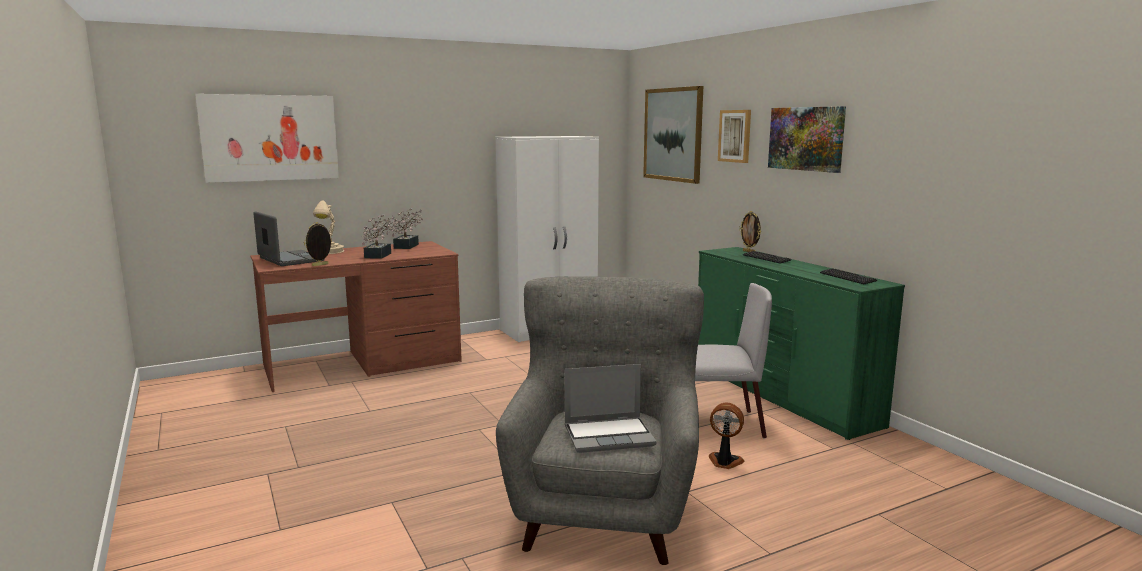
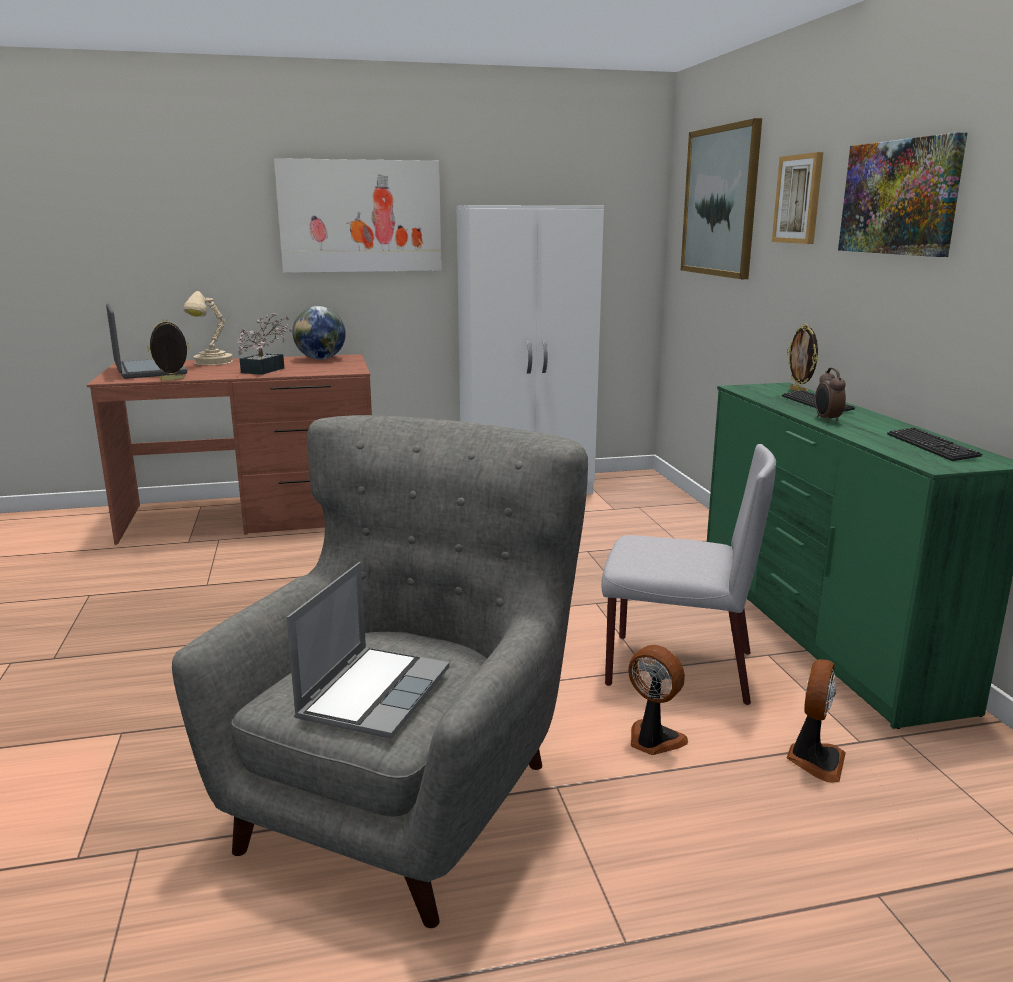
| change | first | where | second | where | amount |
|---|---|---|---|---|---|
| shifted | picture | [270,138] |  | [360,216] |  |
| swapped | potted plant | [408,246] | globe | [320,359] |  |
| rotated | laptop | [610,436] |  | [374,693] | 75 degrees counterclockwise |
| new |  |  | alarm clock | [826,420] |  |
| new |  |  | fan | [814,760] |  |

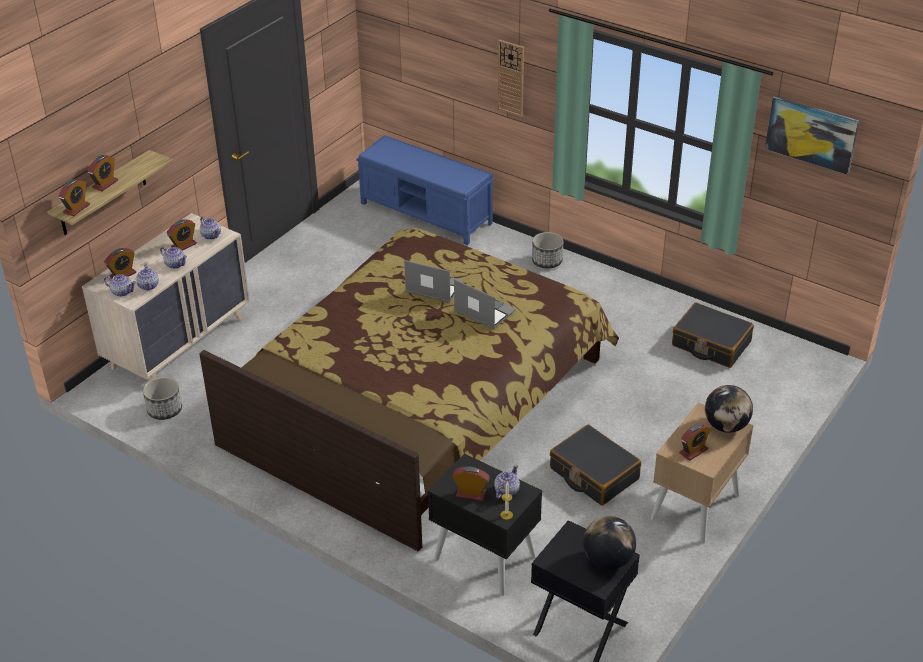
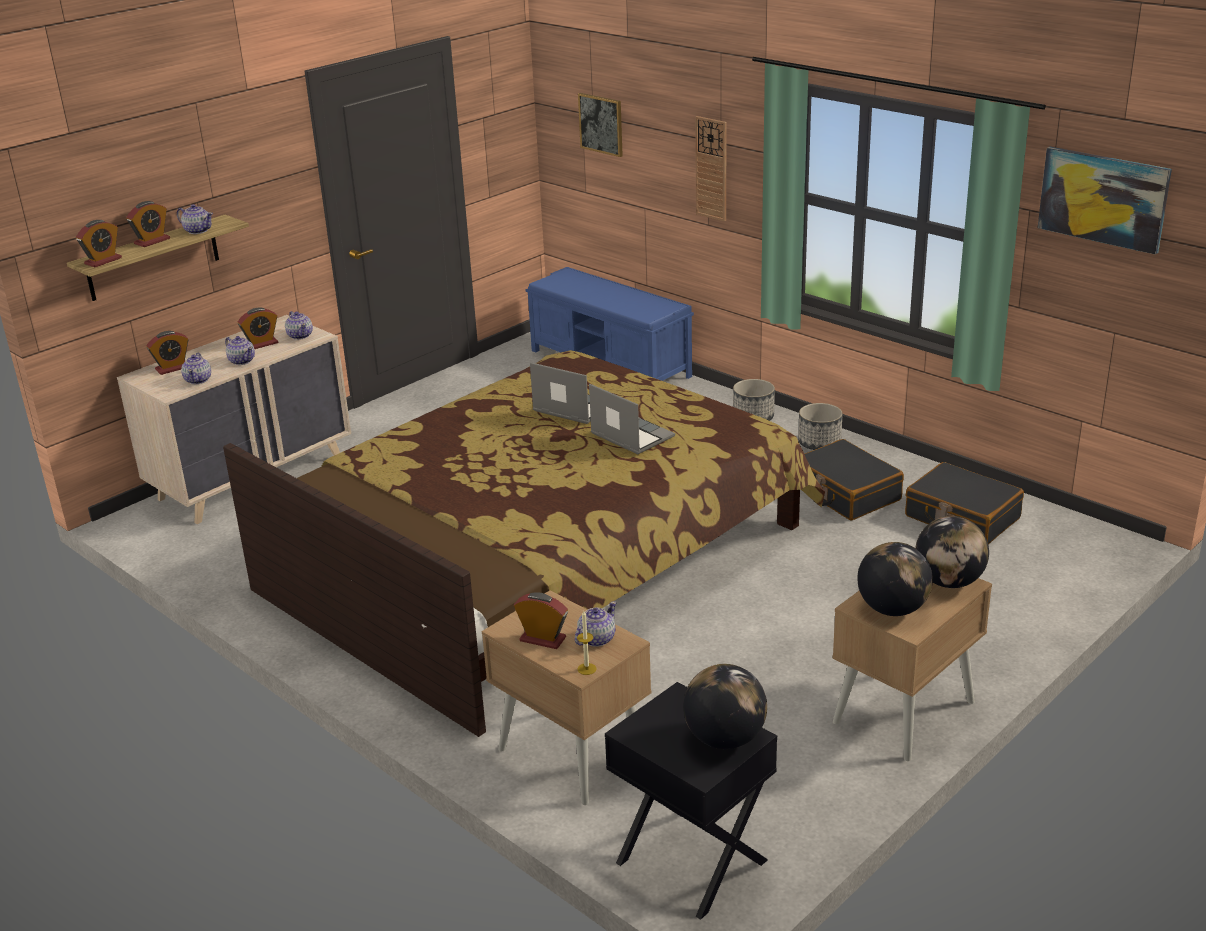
| change | first | where | second | where | amount |
|---|---|---|---|---|---|
| shifted | teapot | [122,292] |  | [198,230] |  |
| shifted | planter | [164,410] |  | [819,443] |  |
| swapped | alarm clock | [693,451] | globe | [892,609] |  |
| shifted | black suitcase | [593,474] |  | [845,493] |  |
| repainted | black nightstand | [484,558] | beige nightstand | [571,753] |  |
| new |  |  | picture | [601,124] |  |

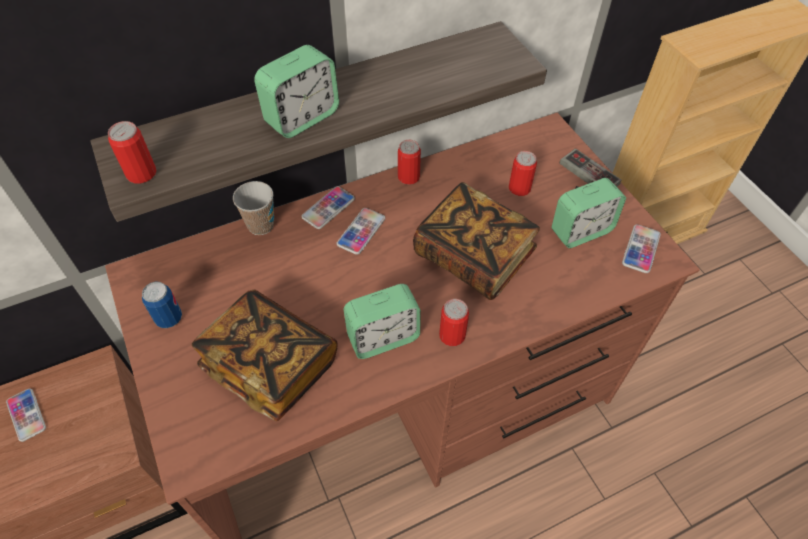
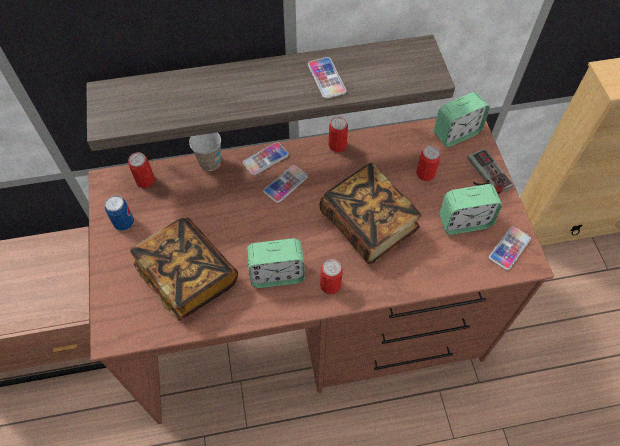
| change | first | where | second | where | amount |
|---|---|---|---|---|---|
| shifted | alarm clock | [302,118] |  | [456,133] |  |
| shifted | can | [141,173] |  | [145,180] |  |
| shifted | phone | [26,415] |  | [326,78] |  |

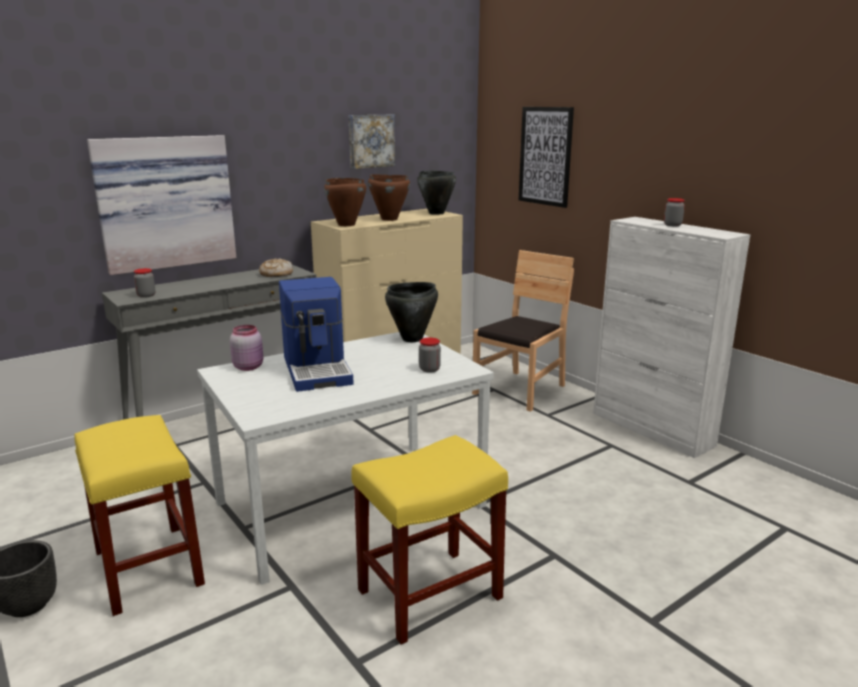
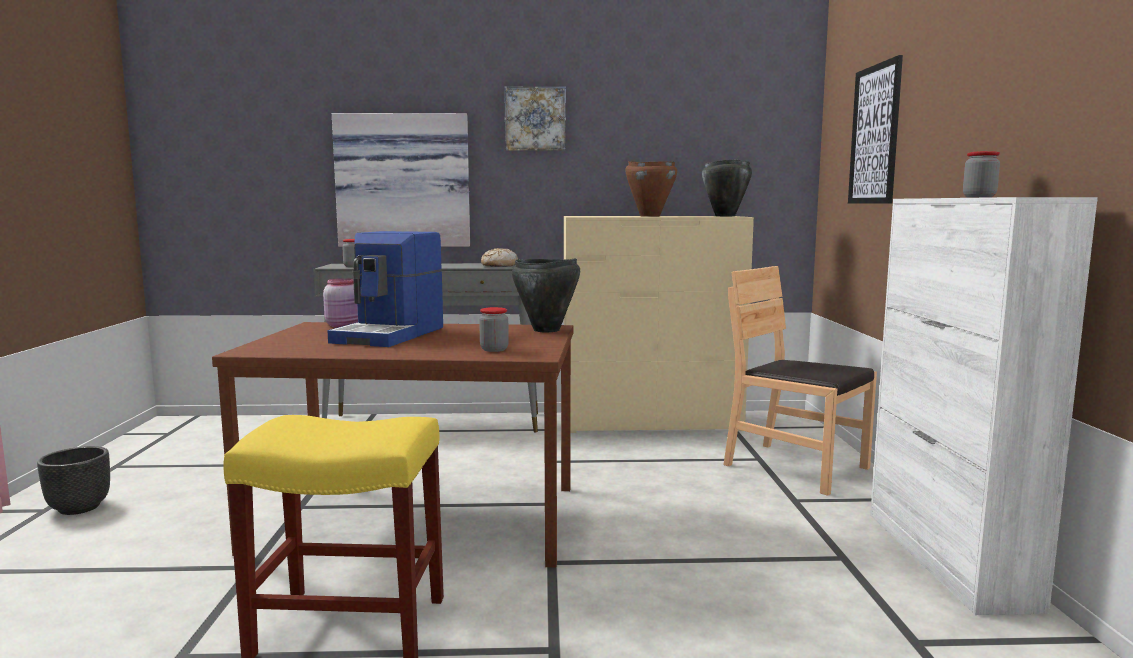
| change | first | where | second | where | amount |
|---|---|---|---|---|---|
| shifted | picture | [370,141] |  | [535,119] |  |
| gone | brown cooking pot | [346,225] |  |  |  |
| rotated | brown chair | [520,390] |  | [795,467] | 120 degrees counterclockwise |
| repainted | white dining table | [351,503] | brown dining table | [421,517] |  |
| gone | yellow stool | [147,566] |  |  |  |

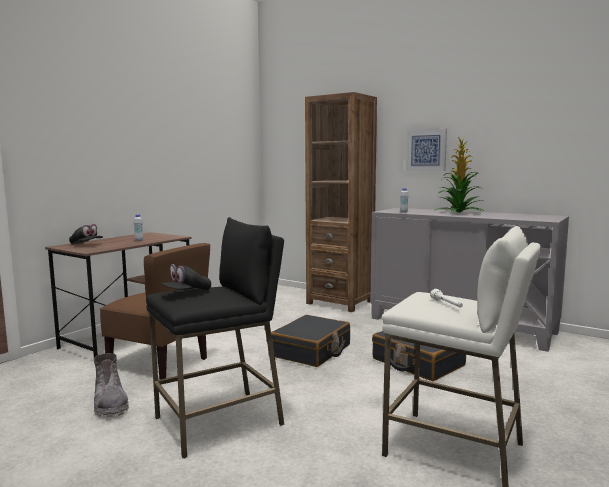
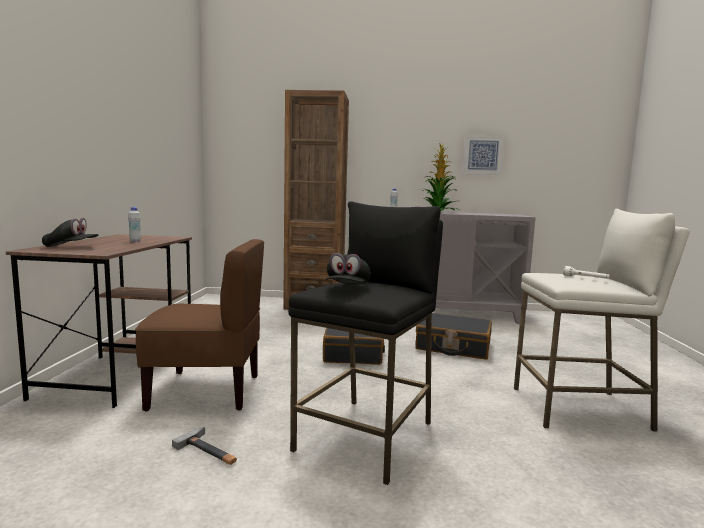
| change | first | where | second | where | amount |
|---|---|---|---|---|---|
| shifted | picture | [426,150] |  | [482,155] |  |
| swapped | grey boot | [110,404] | hammer | [210,451] |  |

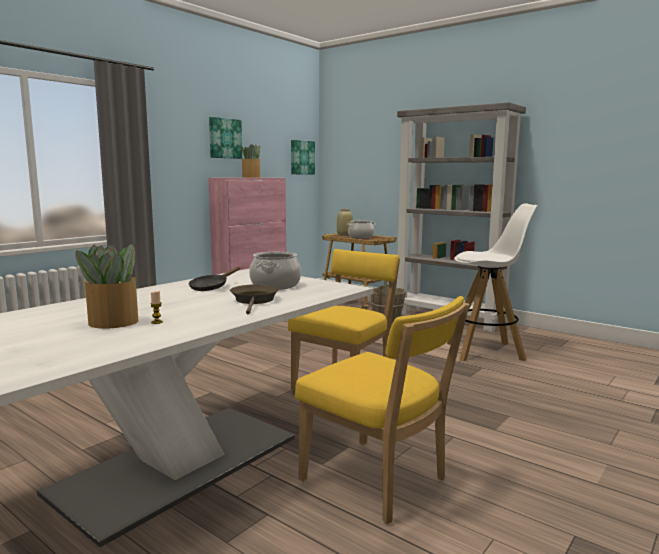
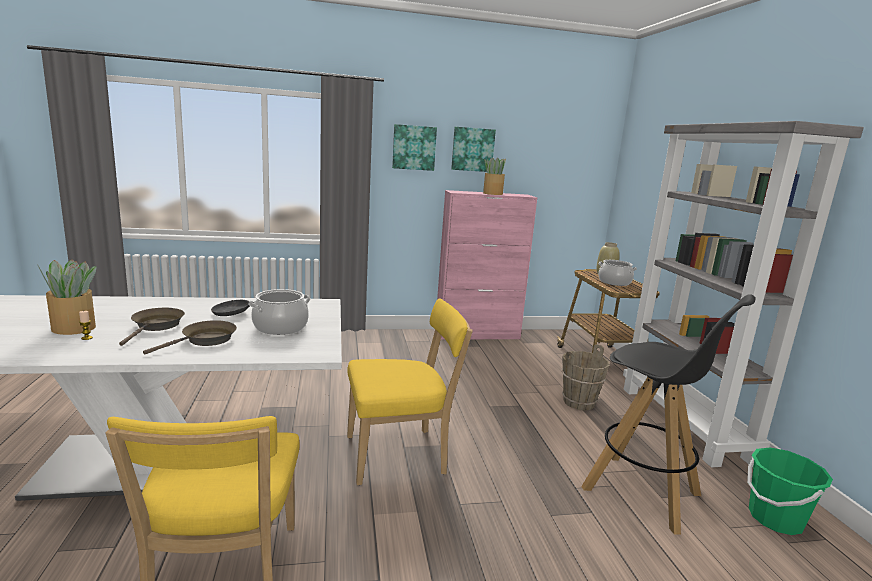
| change | first | where | second | where | amount |
|---|---|---|---|---|---|
| shifted | picture | [301,157] |  | [414,147] |  |
| repainted | white stool | [486,351] | black stool | [643,492] |  |
| new |  |  | brown frying pan | [156,326] |  |
| new |  |  | green bucket | [775,519] |  |

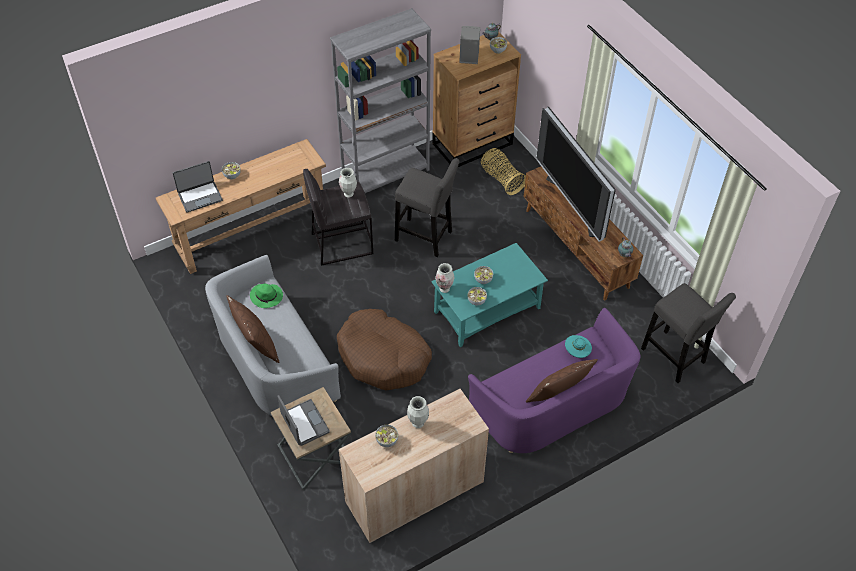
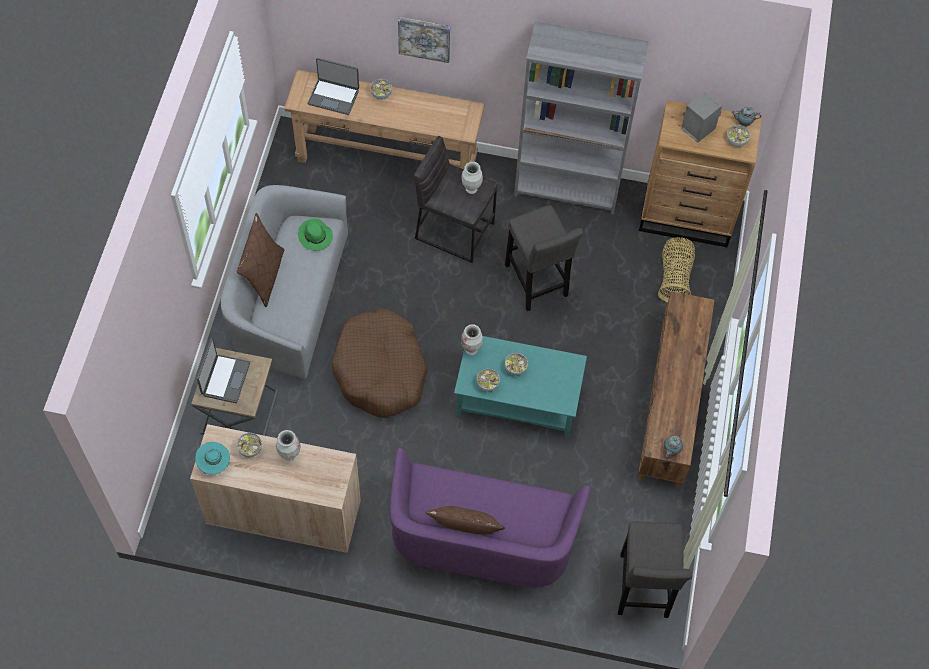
| change | first | where | second | where | amount |
|---|---|---|---|---|---|
| gone | television | [574,205] |  |  |  |
| shifted | turquoise hat | [577,352] |  | [214,463] |  |
| new |  |  | picture | [424,38] |  |

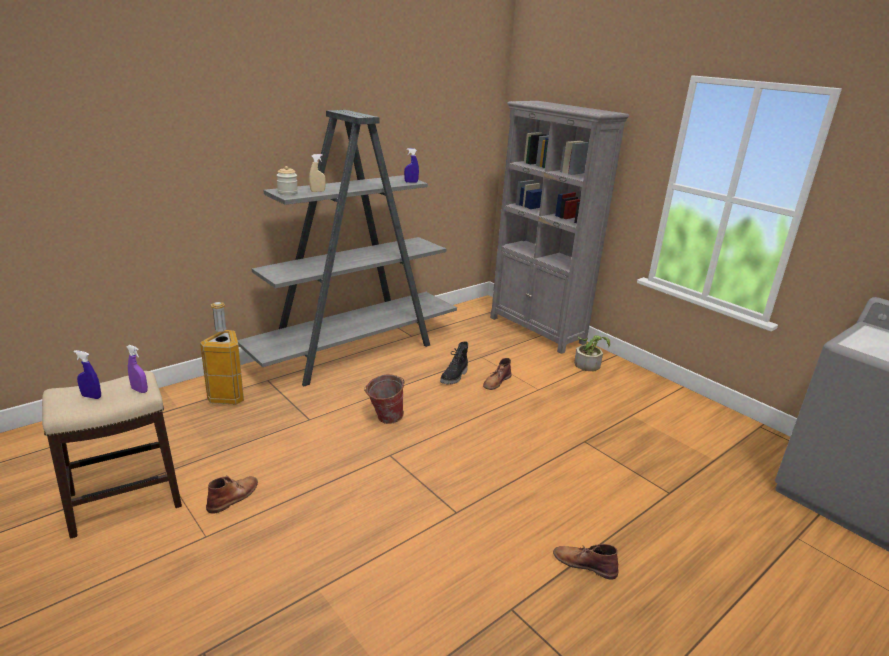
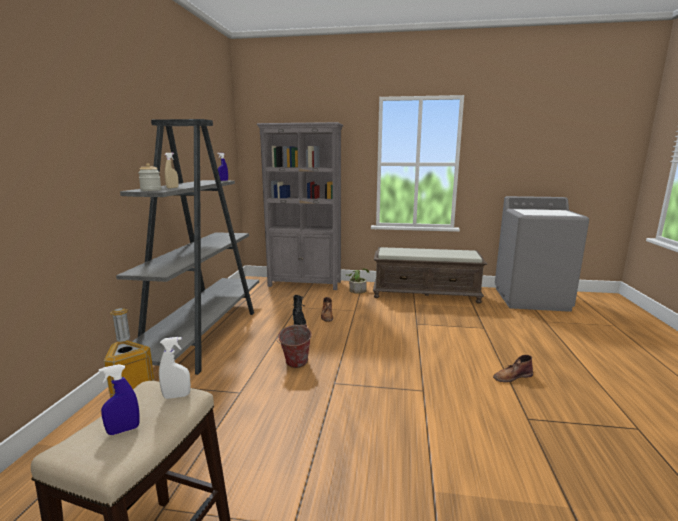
| change | first | where | second | where | amount |
|---|---|---|---|---|---|
| repainted | purple spray bottle | [139,390] | white spray bottle | [177,396] |  |
| gone | brown boot | [234,496] |  |  |  |
| new |  |  | brown bench | [426,294] |  |

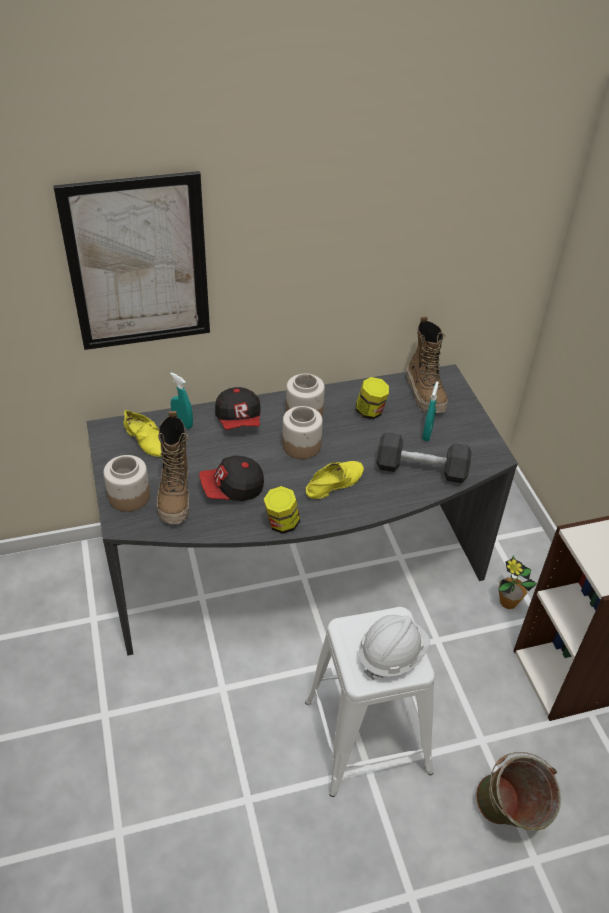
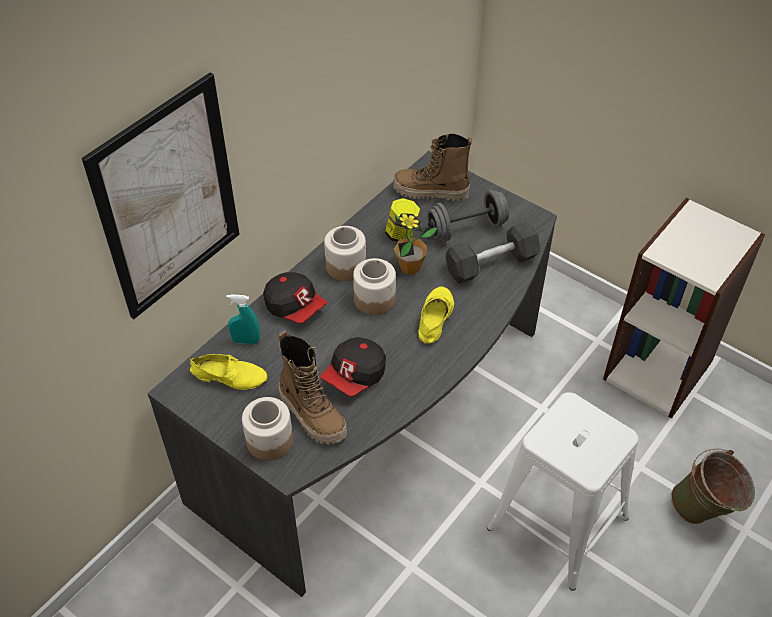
| change | first | where | second | where | amount |
|---|---|---|---|---|---|
| rotated | boot | [425,394] |  | [431,192] | 150 degrees clockwise |
| swapped | turquoise spray bottle | [427,434] | grey dumbbell | [466,229] |  |
| gone | jar | [282,524] |  |  |  |
| shifted | potted plant | [508,602] |  | [410,267] |  |
| gone | white hard hat | [391,655] |  |  |  |

